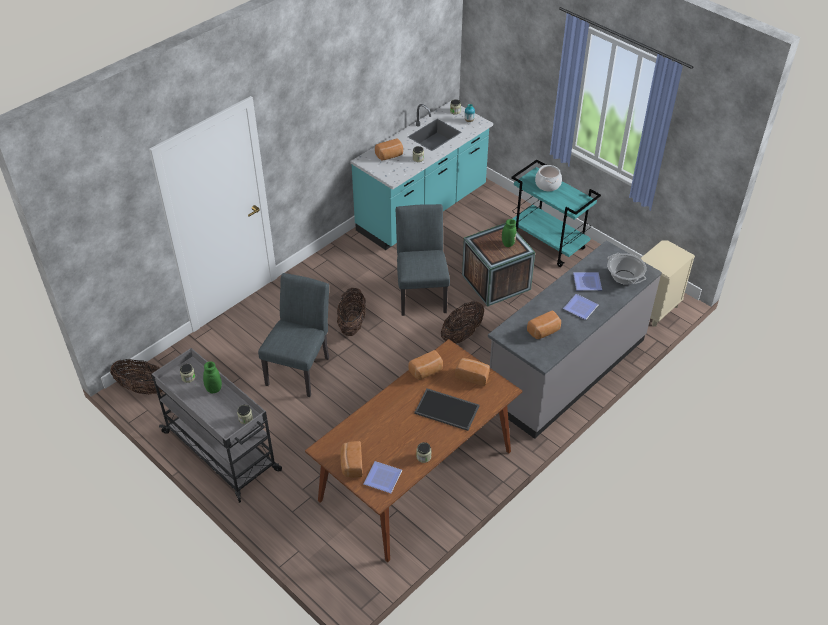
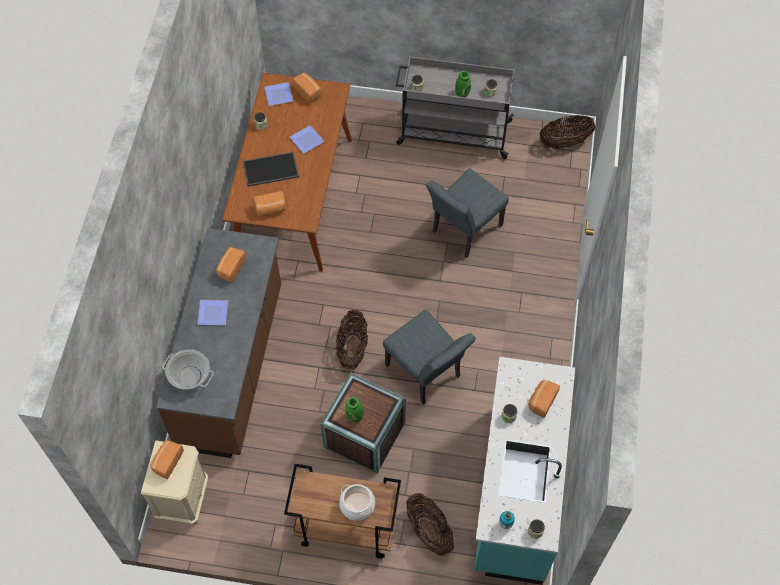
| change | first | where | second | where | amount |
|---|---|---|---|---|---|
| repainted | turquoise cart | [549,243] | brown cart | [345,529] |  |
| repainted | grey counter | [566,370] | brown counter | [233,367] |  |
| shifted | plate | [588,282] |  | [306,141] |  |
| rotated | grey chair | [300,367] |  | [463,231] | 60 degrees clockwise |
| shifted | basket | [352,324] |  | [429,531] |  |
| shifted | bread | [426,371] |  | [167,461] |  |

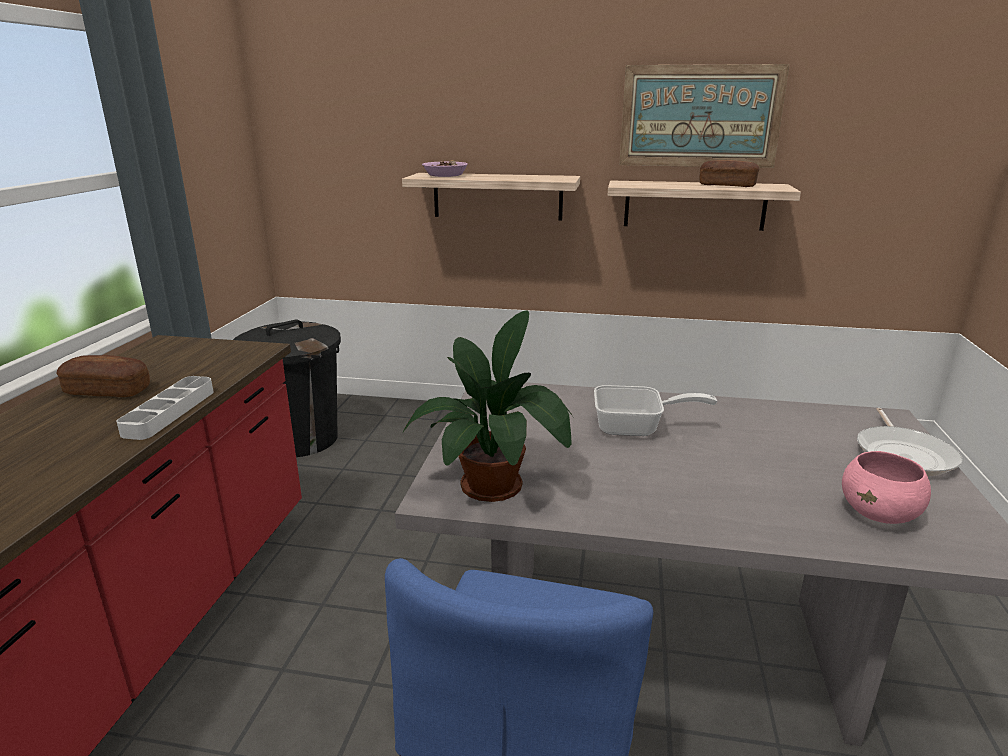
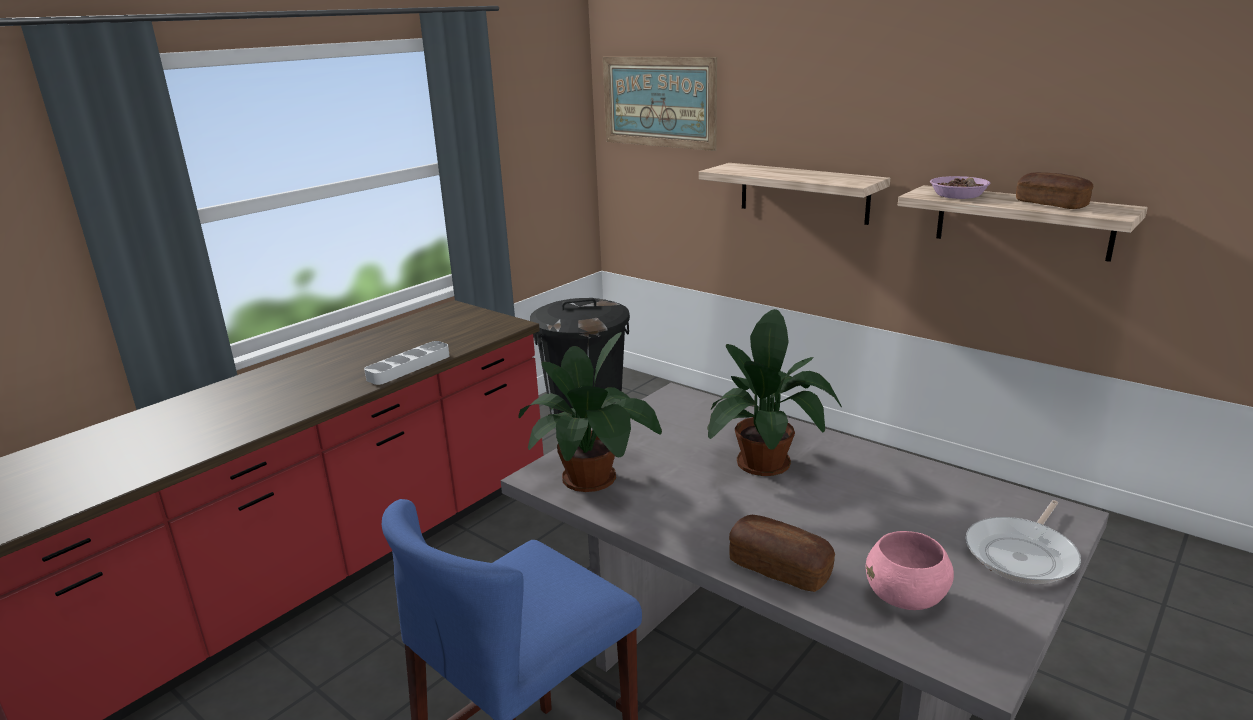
| change | first | where | second | where | amount |
|---|---|---|---|---|---|
| shifted | picture | [700,116] |  | [659,102] |  |
| shifted | bowl | [445,175] |  | [958,195] |  |
| shifted | bread | [108,391] |  | [779,568] |  |
| swapped | frying pan | [636,428] | potted plant | [767,460] |  |

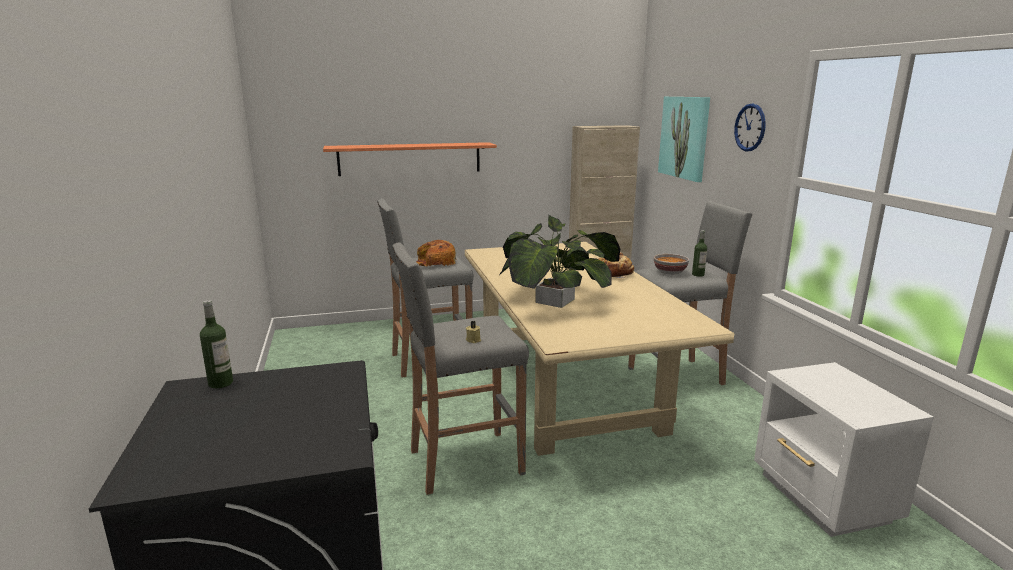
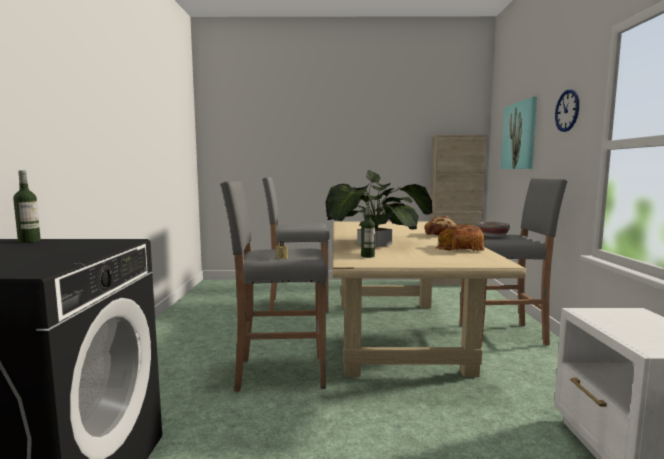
| change | first | where | second | where | amount |
|---|---|---|---|---|---|
| gone | shelf | [410,158] |  |  |  |
| shifted | bottle | [698,274] |  | [367,256] |  |
| shifted | bread | [434,263] |  | [458,249] |  |

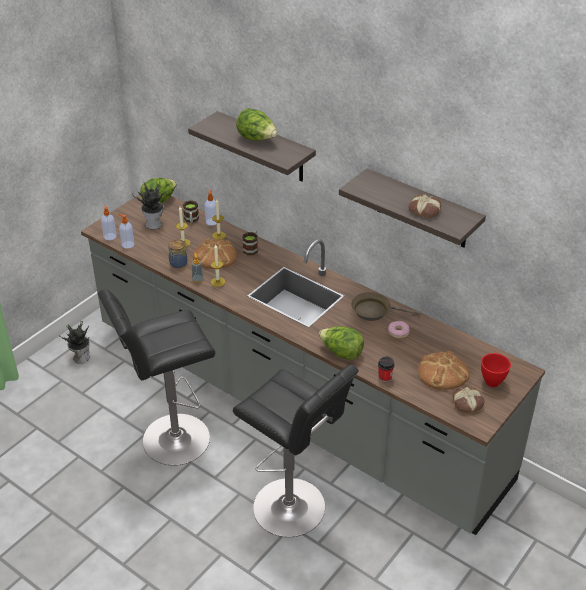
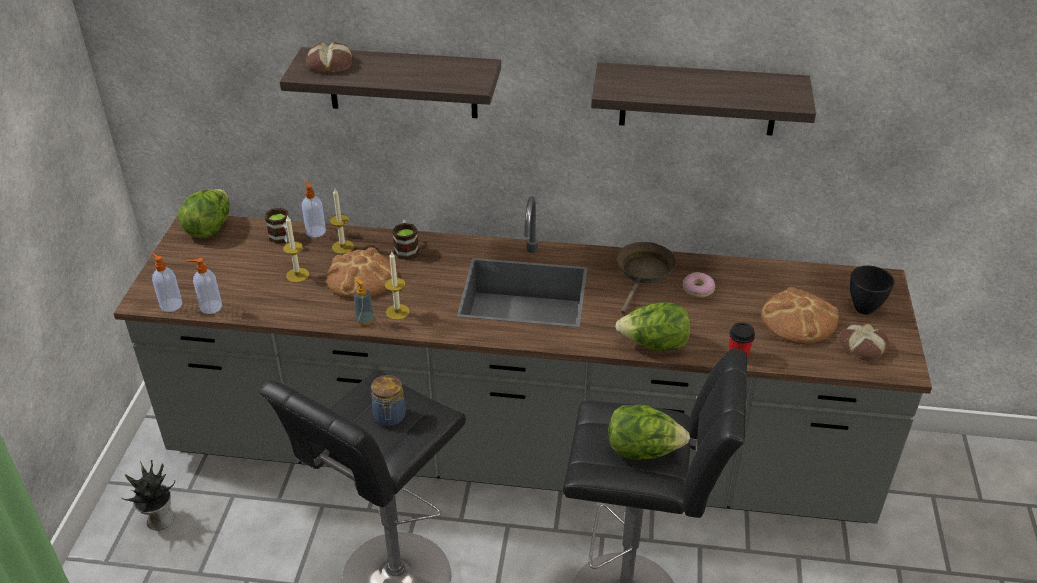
| change | first | where | second | where | amount |
|---|---|---|---|---|---|
| shifted | lettuce | [257,139] |  | [643,450] |  |
| gone | potted plant | [154,224] |  |  |  |
| shifted | bread | [425,209] |  | [330,63] |  |
| shifted | jar | [178,264] |  | [389,417] |  |
| rotated | brown frying pan | [374,311] |  | [644,273] | 135 degrees clockwise |
| repainted | red bowl | [491,382] | black bowl | [863,308] |  |

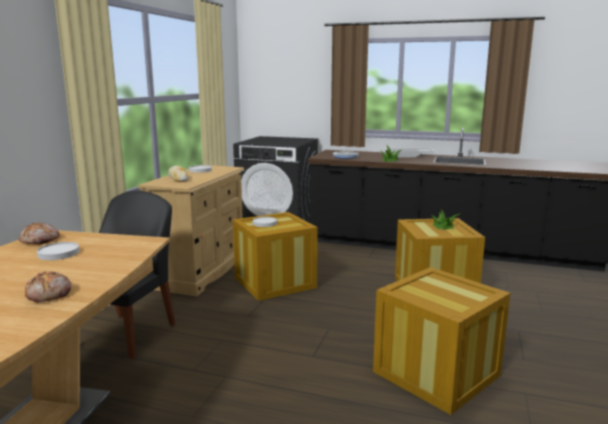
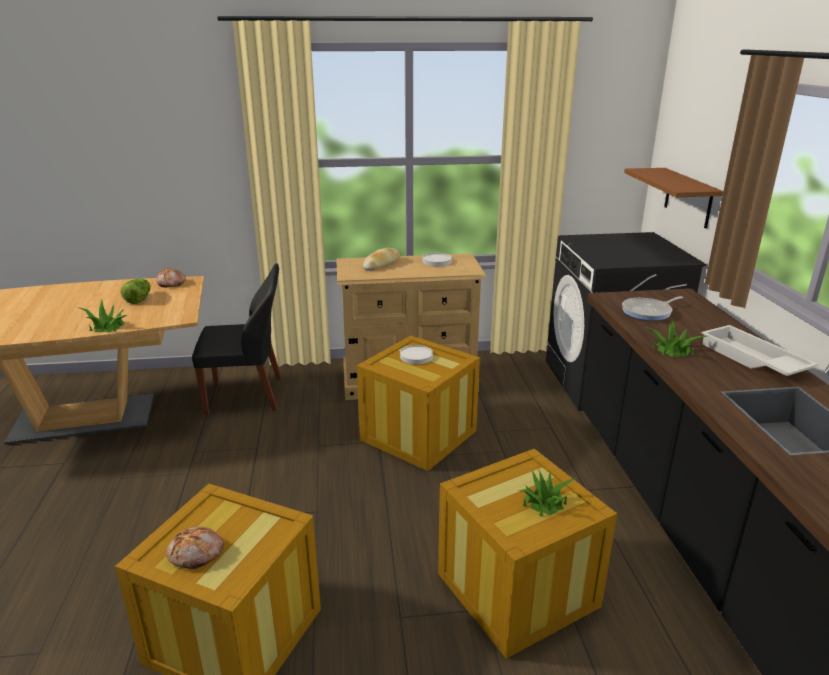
| change | first | where | second | where | amount |
|---|---|---|---|---|---|
| swapped | white plate | [58,253] | lettuce | [138,299] |  |
| shifted | bread | [50,294] |  | [197,554] |  |
| new |  |  | brown shelf | [688,198] |  |
| new |  |  | potted plant | [106,327] |  |

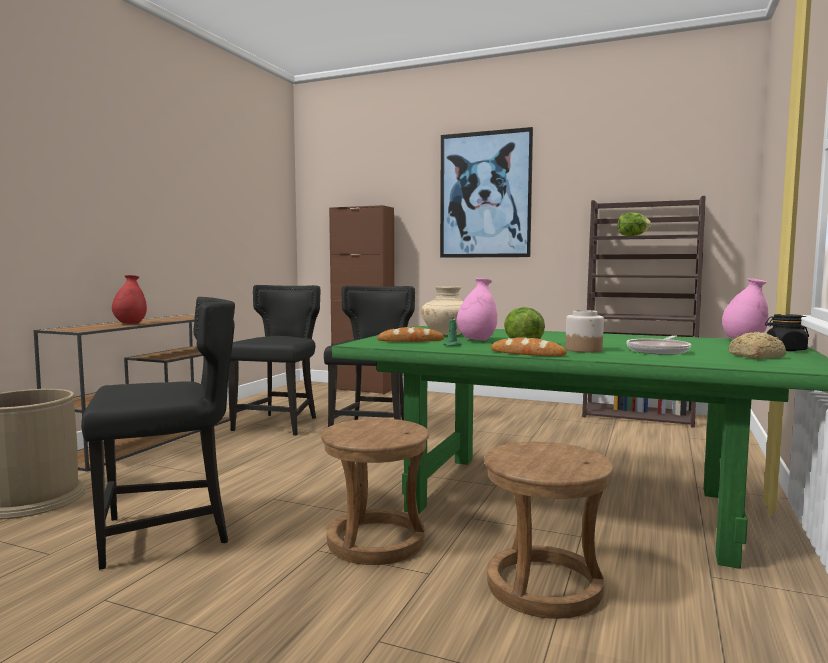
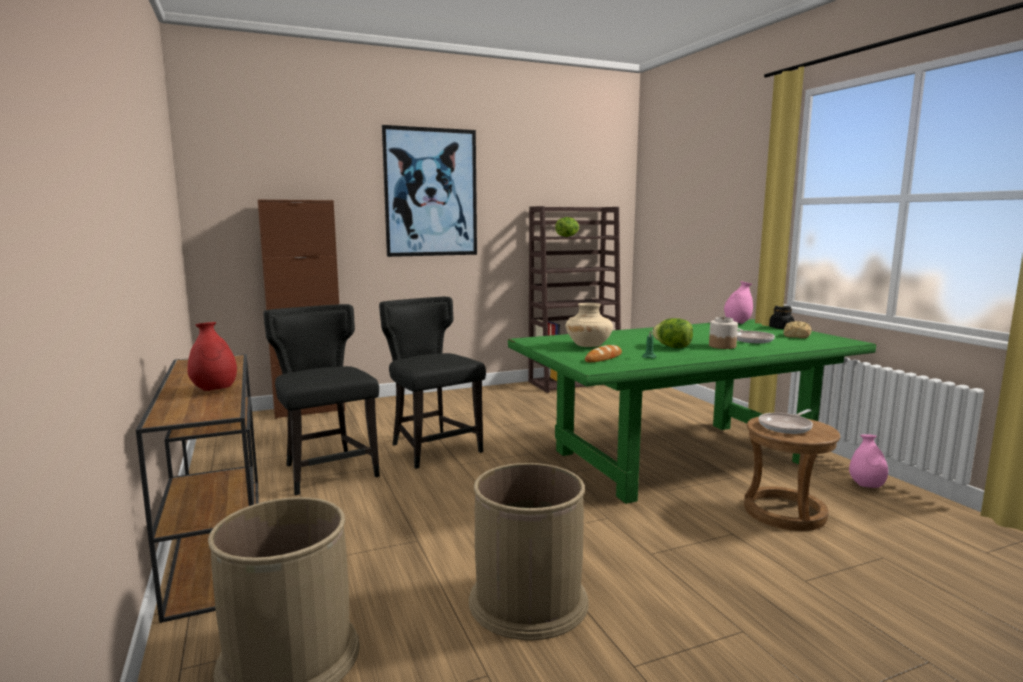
| change | first | where | second | where | amount |
|---|---|---|---|---|---|
| shifted | pink vase | [477,340] |  | [866,486] |  |
| swapped | black chair | [169,533] | brown trash can | [528,600] |  |
| gone | bread | [527,353] |  |  |  |
| gone | brown stool | [375,541] |  |  |  |
| new |  |  | frying pan | [786,426] |  |

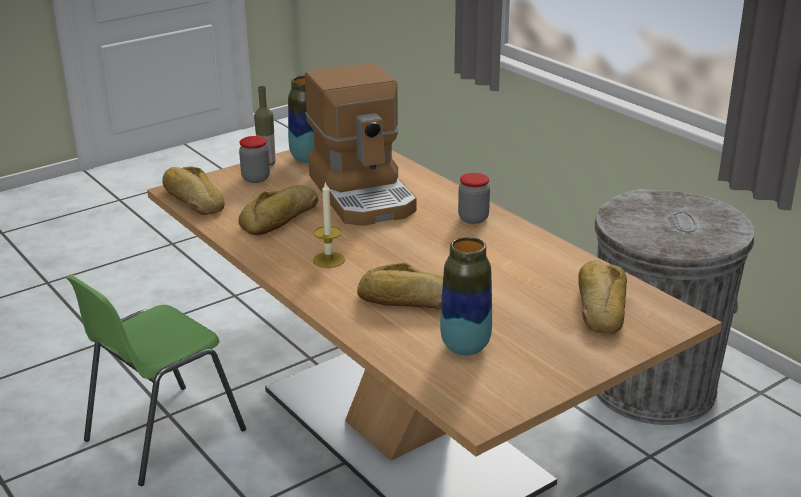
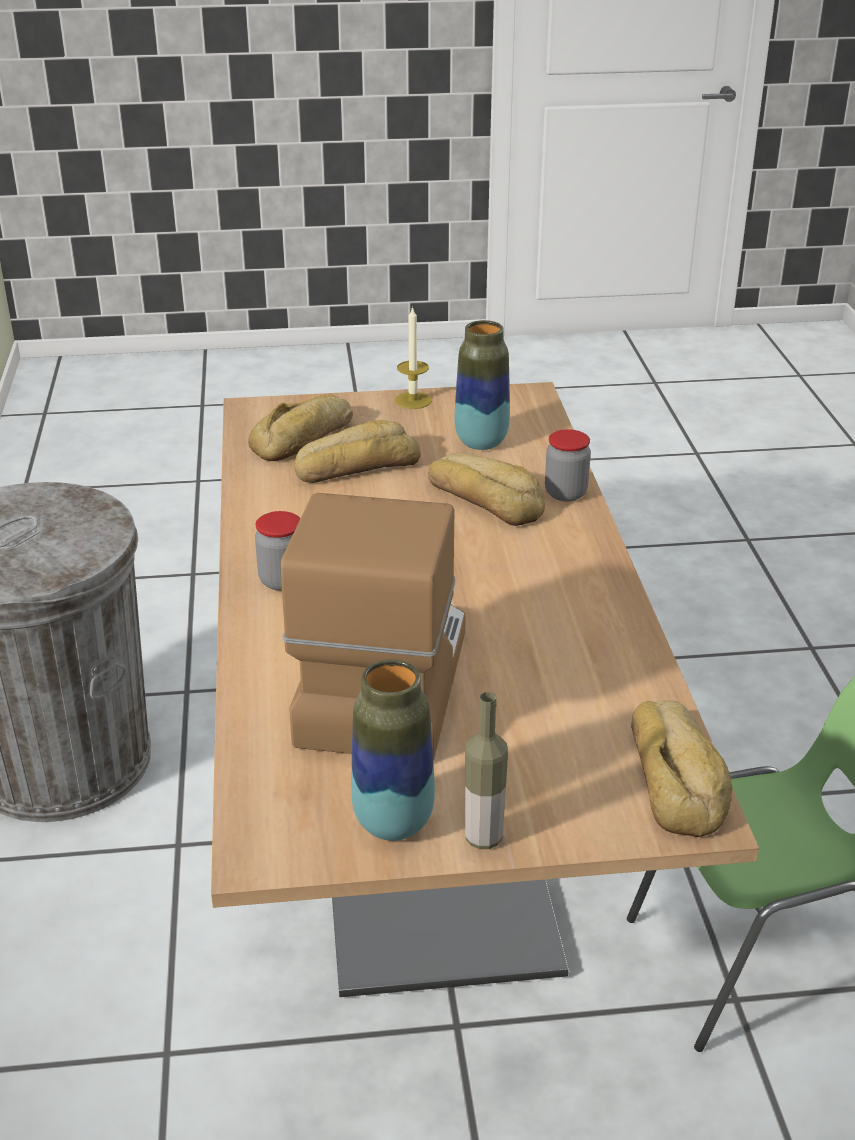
| change | first | where | second | where | amount |
|---|---|---|---|---|---|
| shifted | jar | [255,178] |  | [565,493] |  |
| shifted | candle | [329,260] |  | [413,400] |  |
| shifted | bread | [282,218] |  | [356,466] |  |

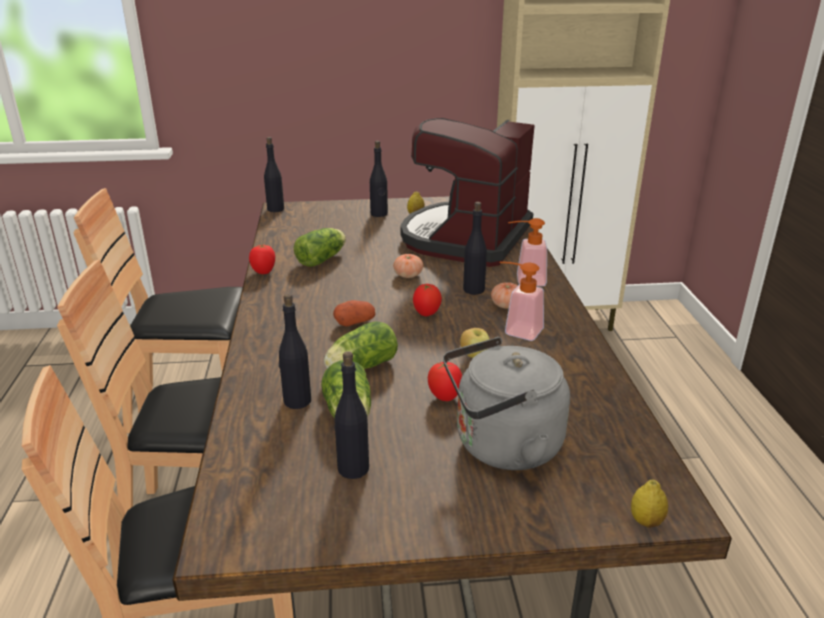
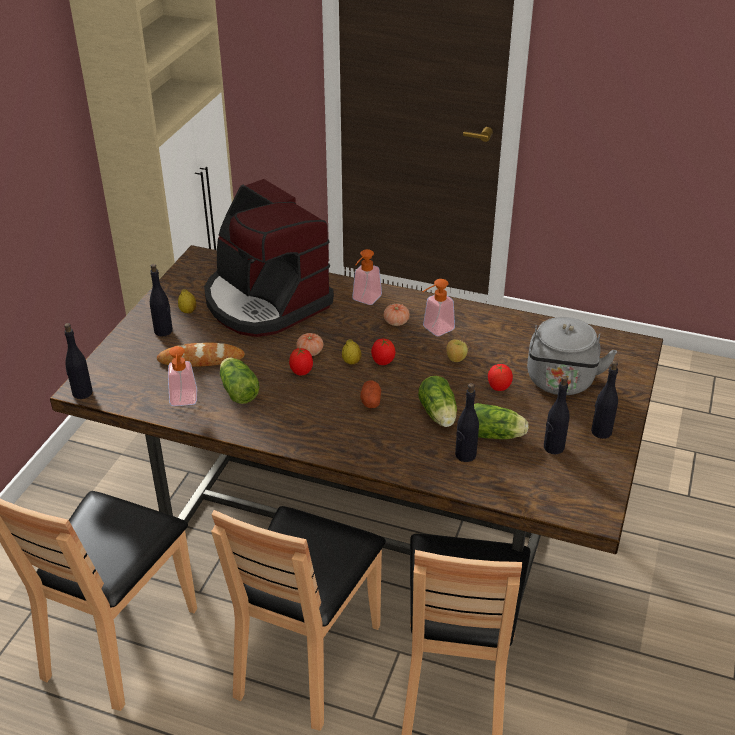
| change | first | where | second | where | amount |
|---|---|---|---|---|---|
| shifted | black bottle | [474,290] |  | [601,431] |  |
| shifted | tomato | [264,272] |  | [301,372] |  |
| shifted | lemon | [646,521] |  | [351,362] |  |
| new |  |  | bread | [201,359] |  |
| new |  |  | soap dispenser | [183,402] |  |

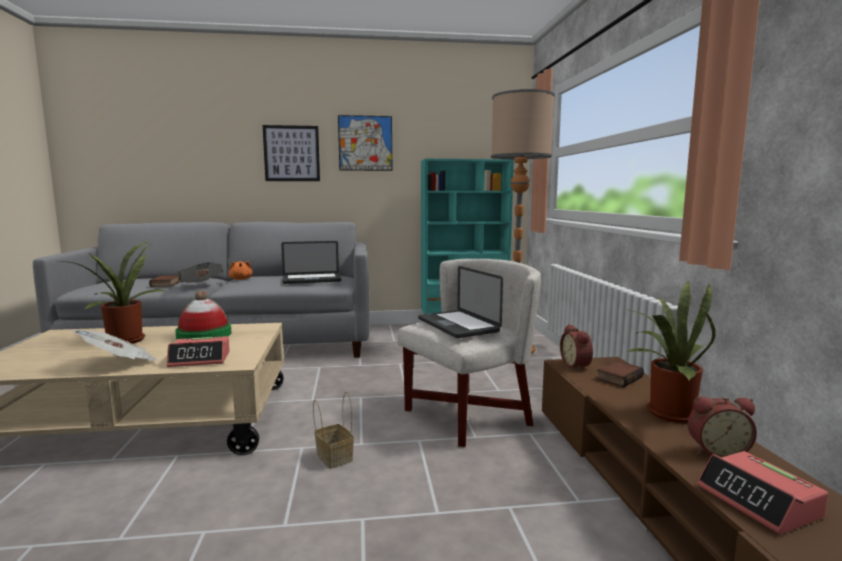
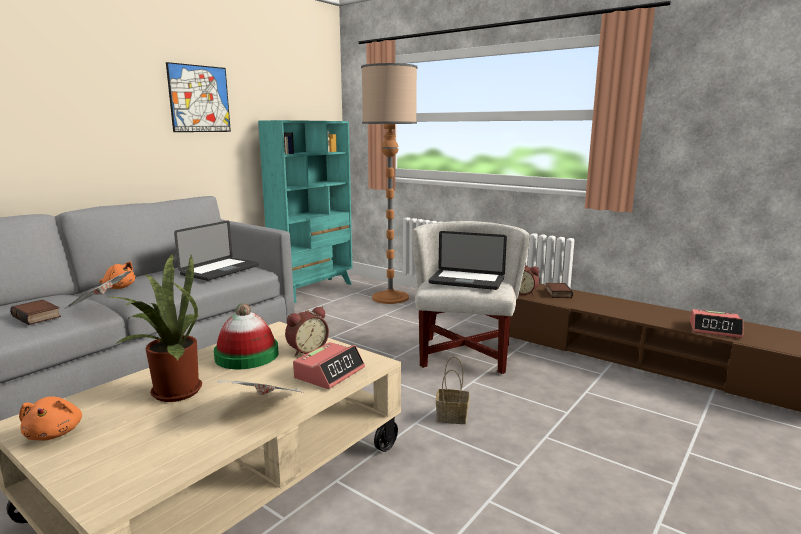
| change | first | where | second | where | amount |
|---|---|---|---|---|---|
| gone | picture | [291,153] |  |  |  |
| gone | potted plant | [666,412] |  |  |  |
| shifted | alarm clock | [716,451] |  | [306,350] |  |
| new |  |  | orange plush toy | [55,433] |  |

